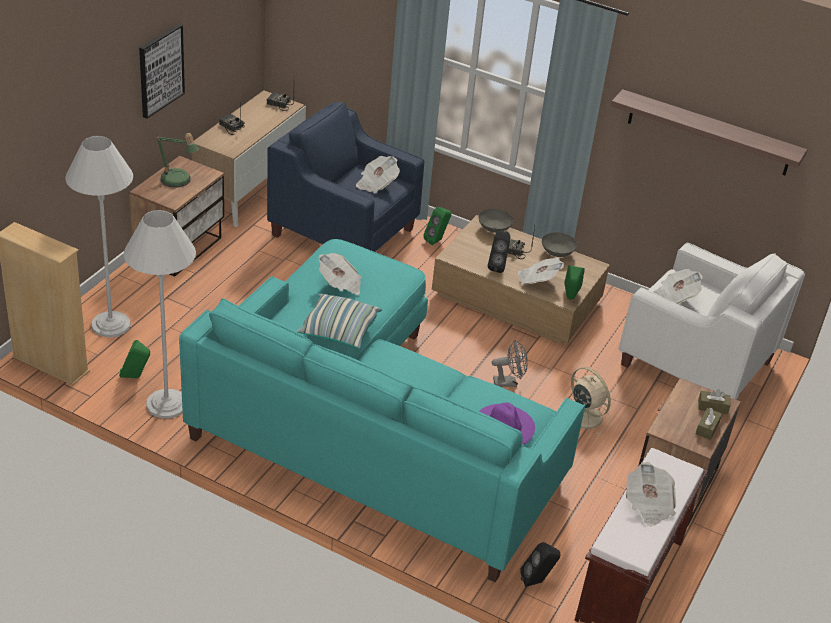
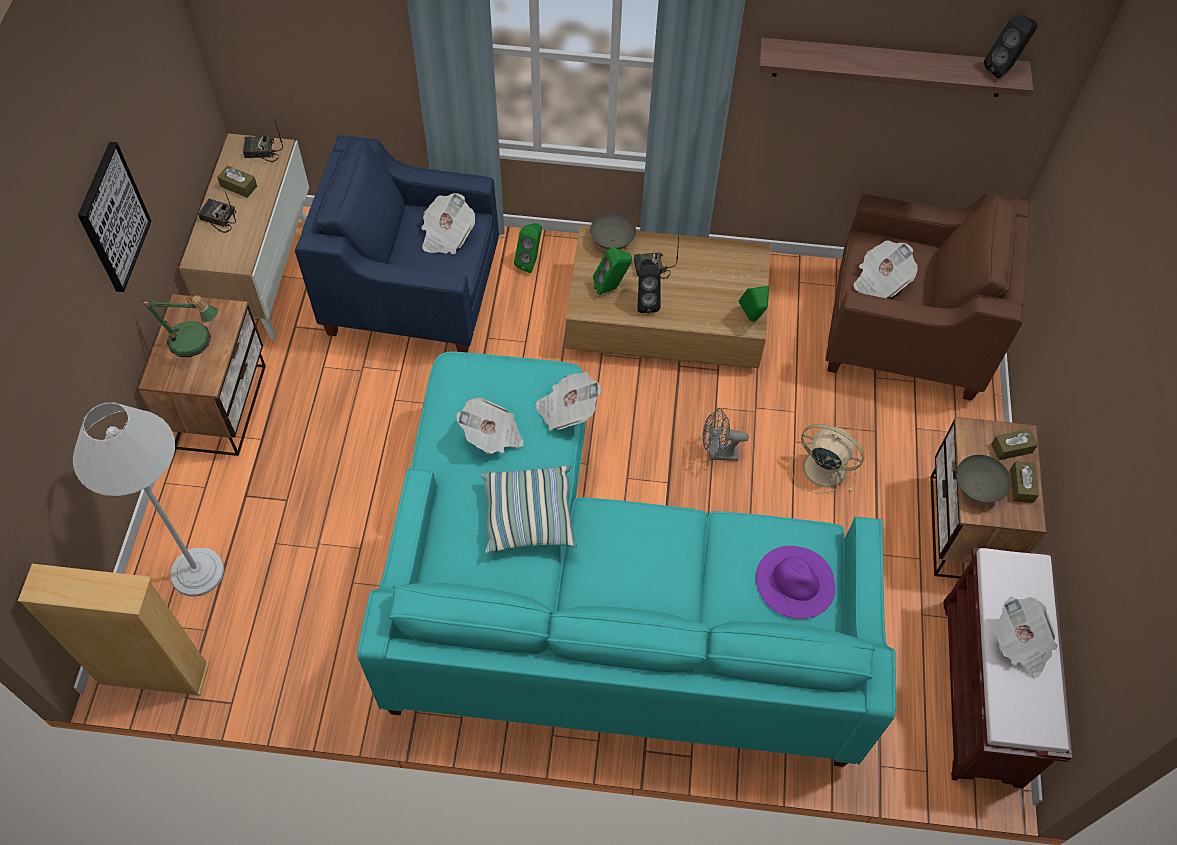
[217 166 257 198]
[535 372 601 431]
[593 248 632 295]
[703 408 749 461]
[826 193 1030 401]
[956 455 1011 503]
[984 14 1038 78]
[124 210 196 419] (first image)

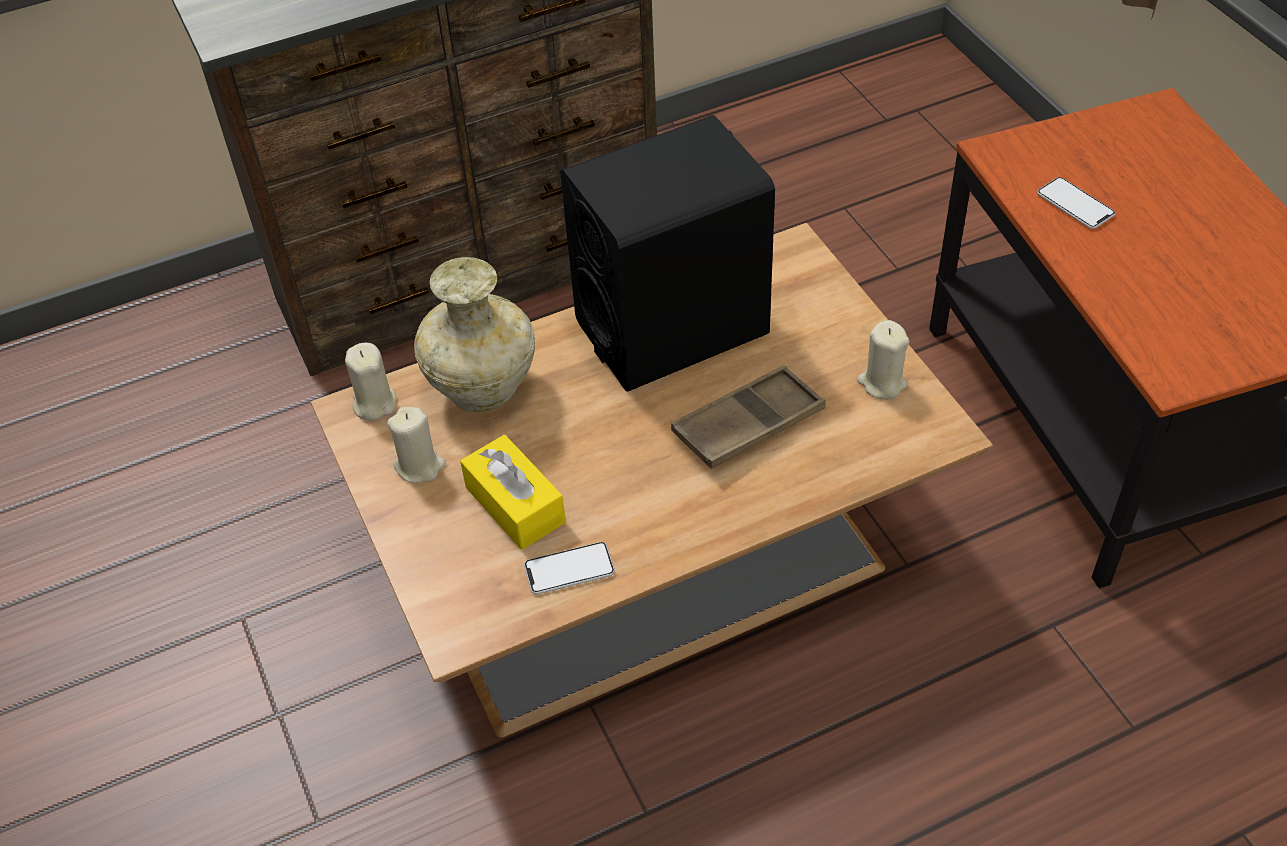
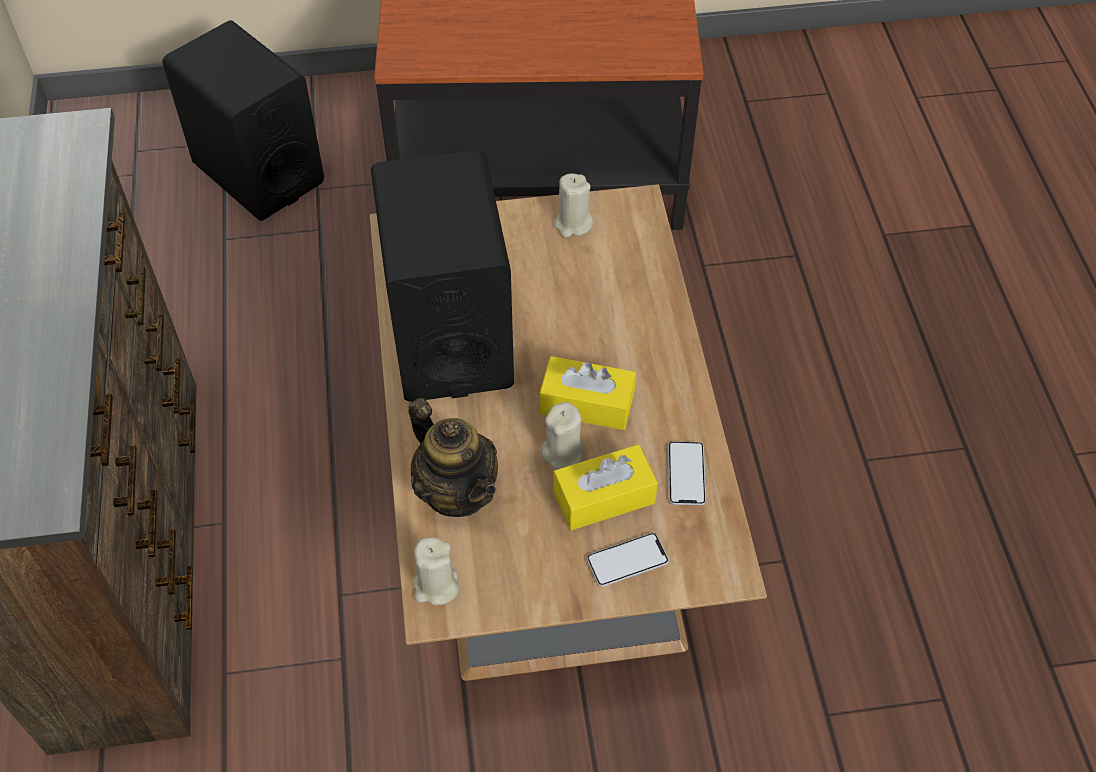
[162 20 324 221]
[408 398 498 517]
[540 356 636 430]
[540 402 584 470]
[586 533 669 587]
[671 366 826 469] (first image)

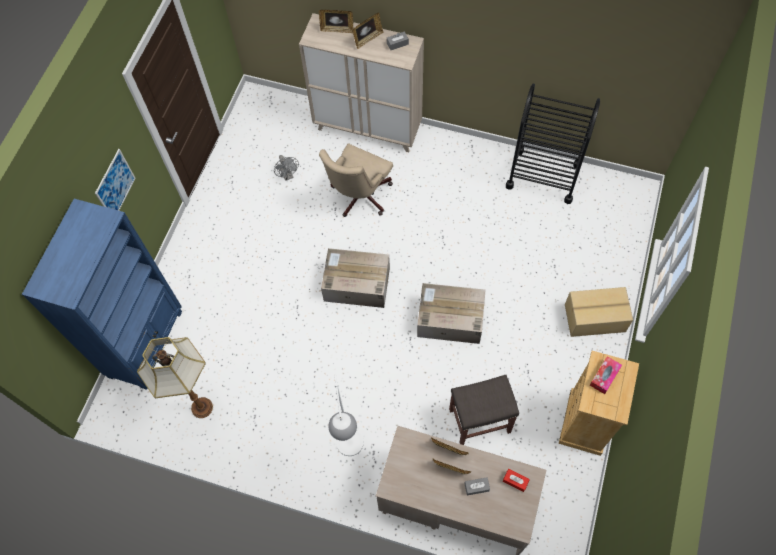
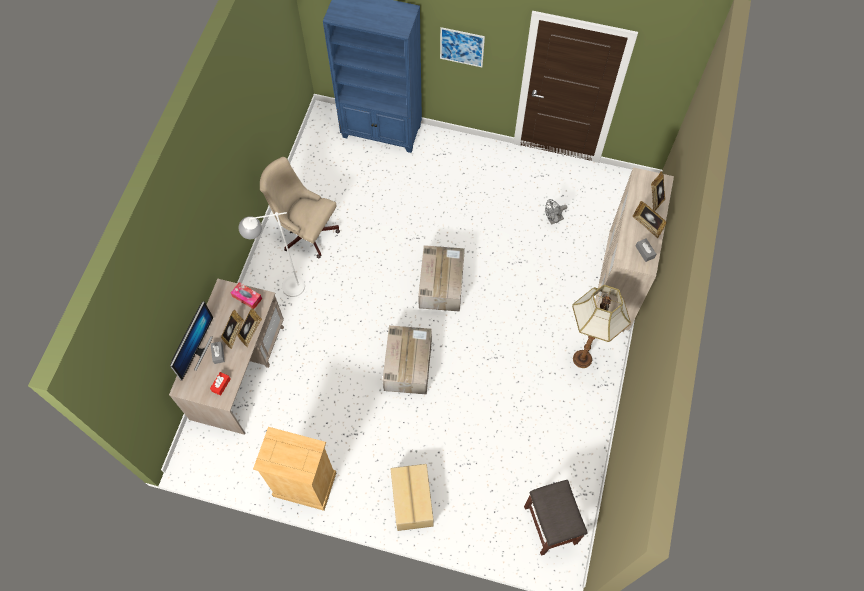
[170 301 213 380]
[231 282 262 309]
[260 157 340 258]
[524 480 588 556]
[572 285 631 368]
[506 83 600 204] (first image)

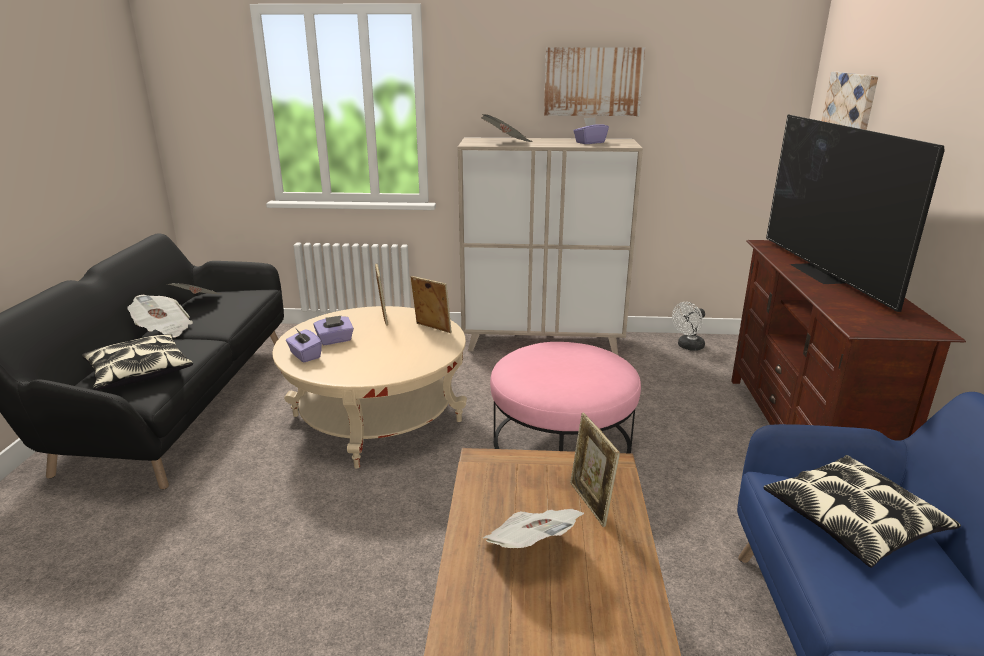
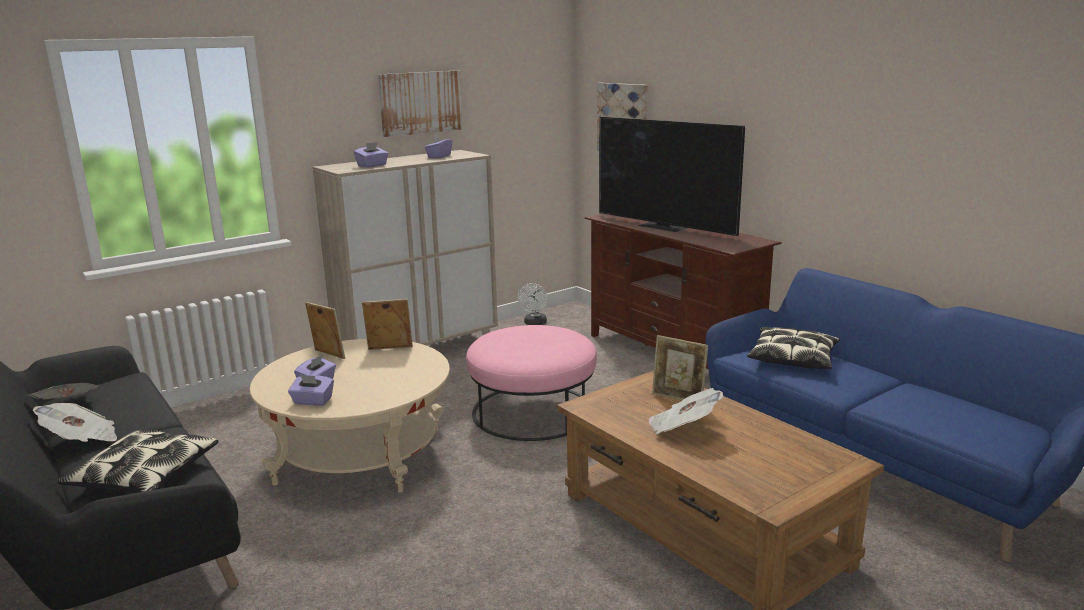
[354 142 389 168]

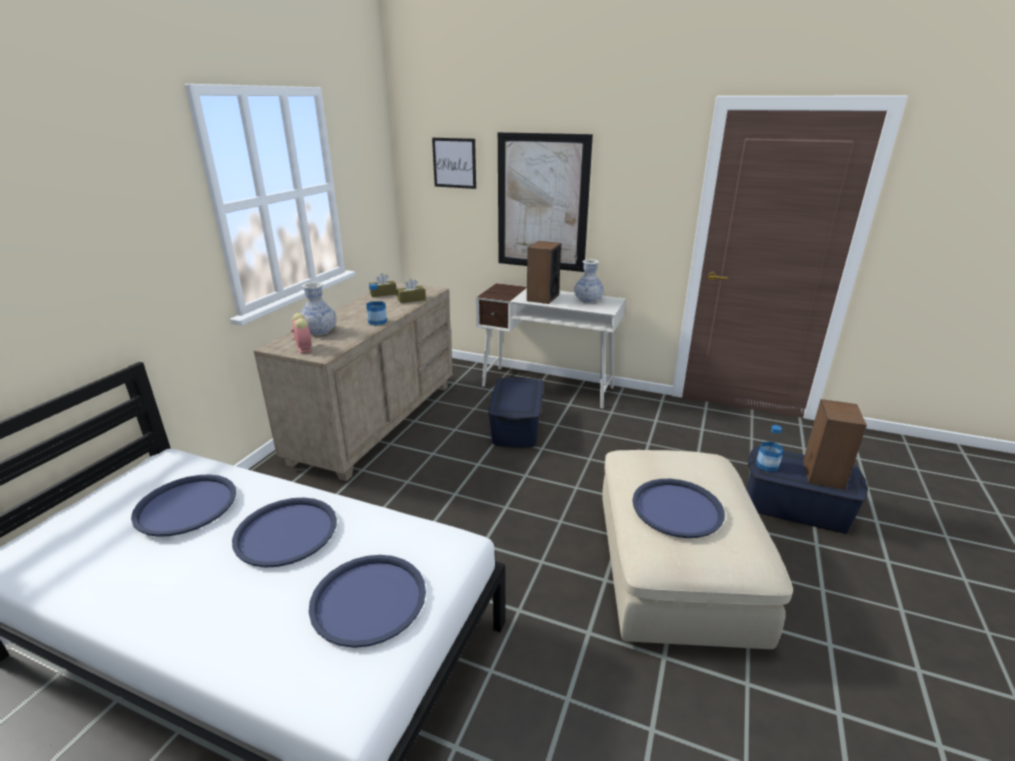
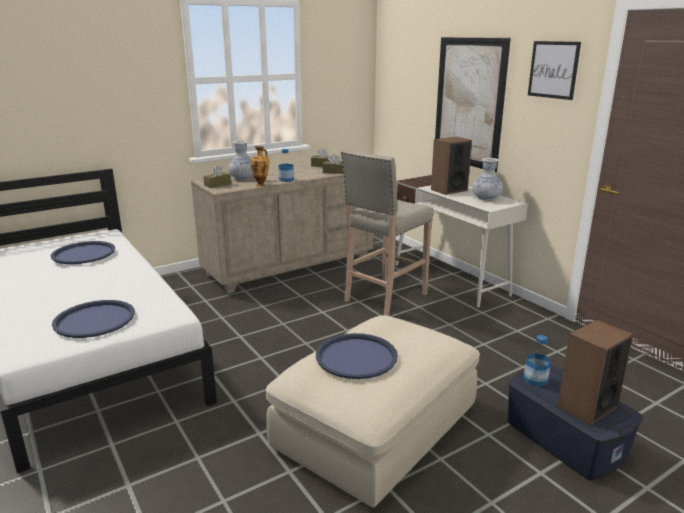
[203 165 231 188]
[251 146 269 187]
[341 149 433 316]
[528 41 581 100]
[232 498 337 568] (first image)

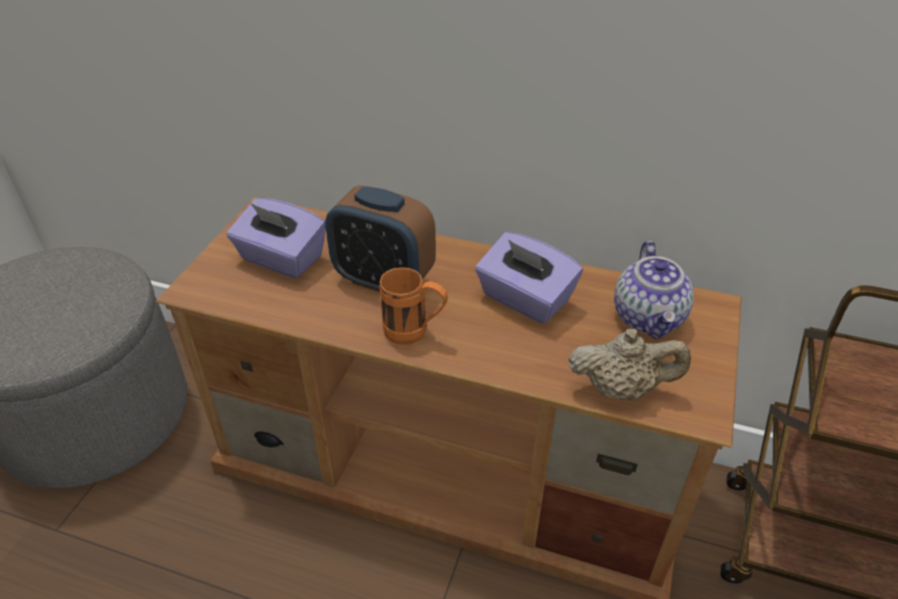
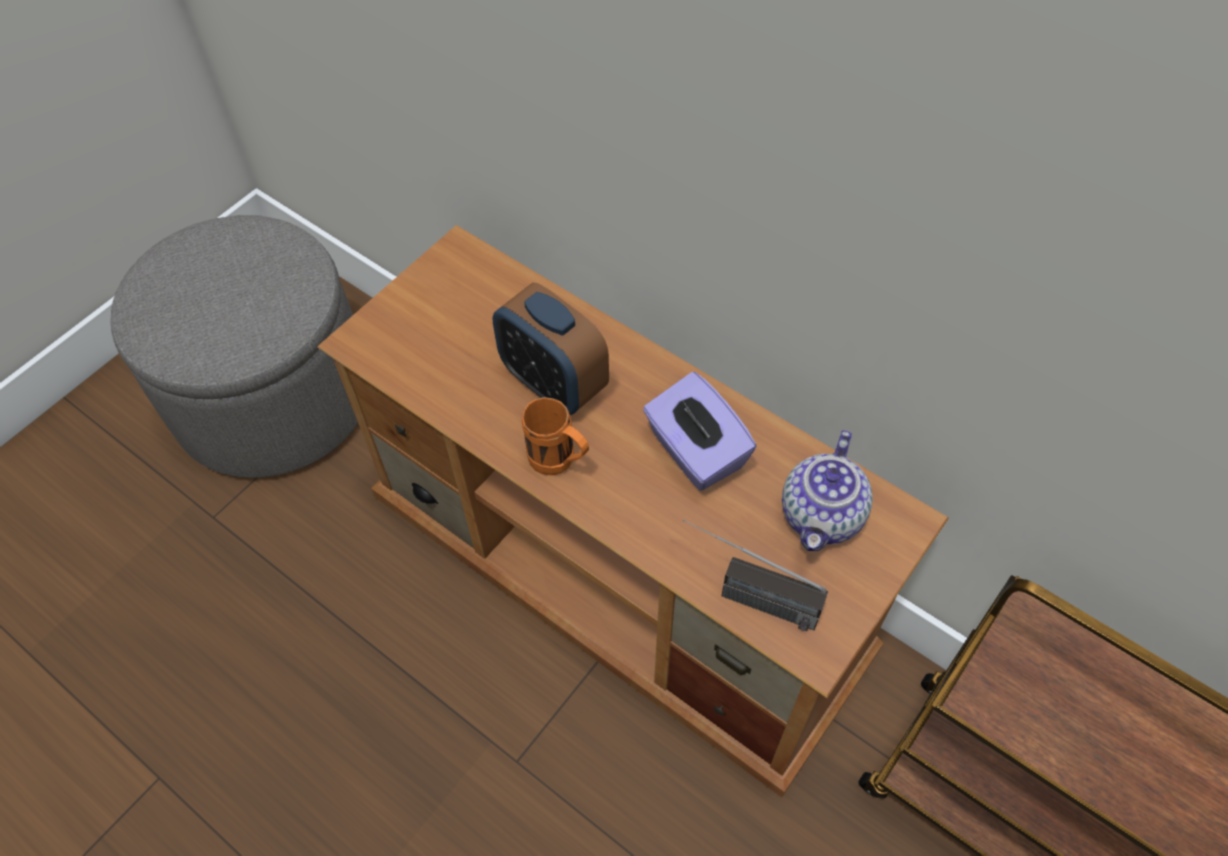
[683 520 828 631]
[227 198 326 278] (first image)

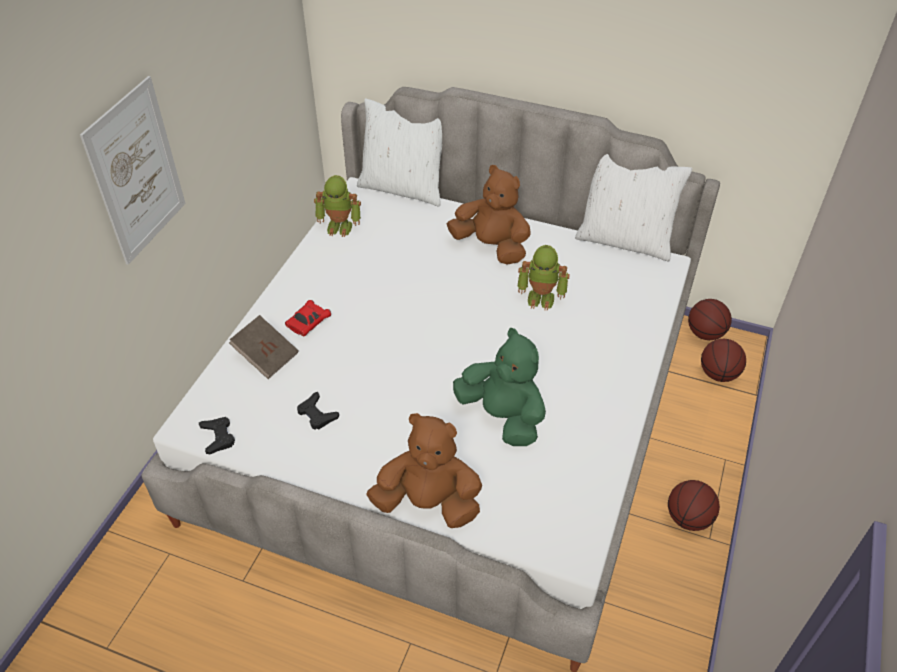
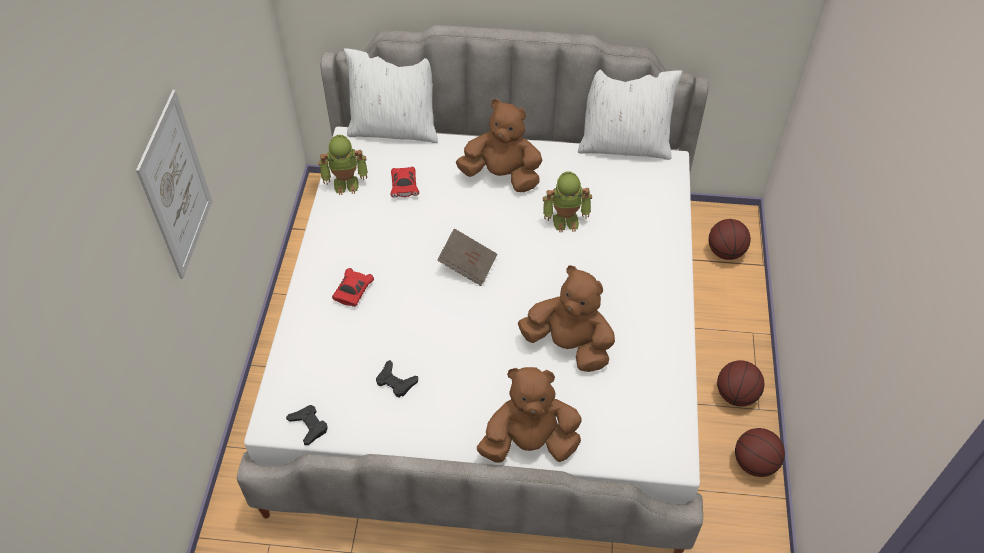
[390 167 419 198]
[437 229 497 286]
[518 266 615 372]
[735 428 785 477]

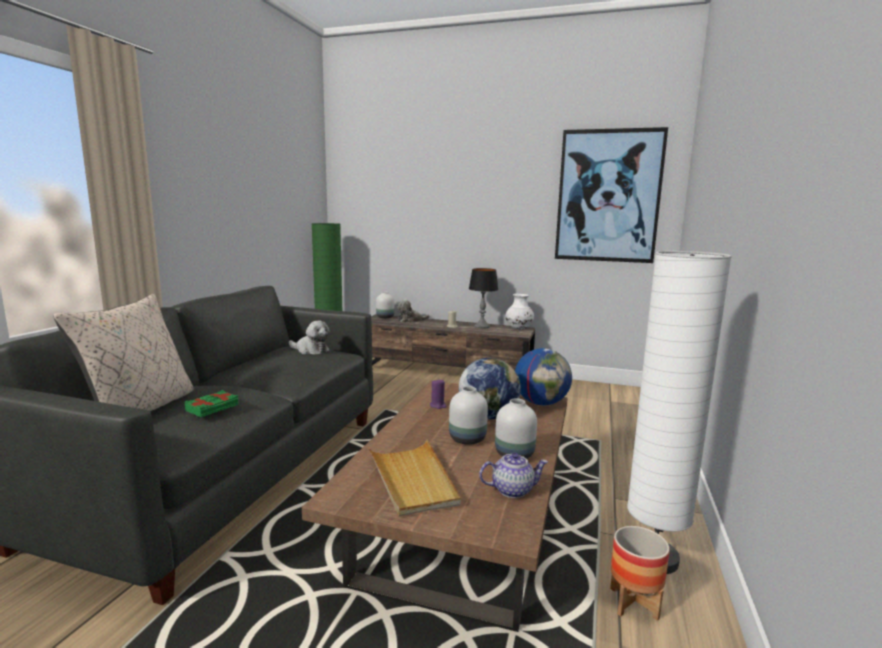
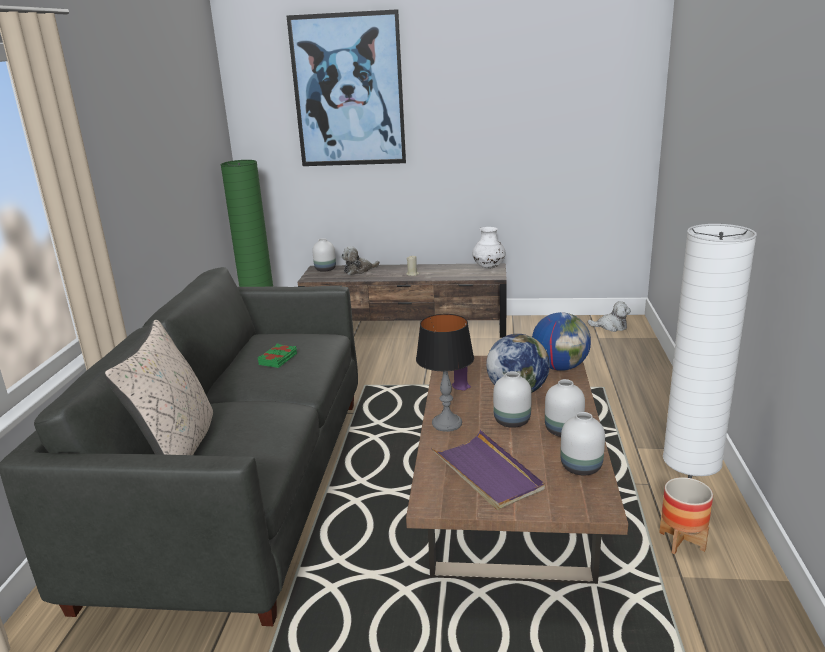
[258 344 297 368]
[287 9 406 166]
[416 314 474 432]
[431 430 545 510]
[560 412 605 476]
[588 301 631 332]

